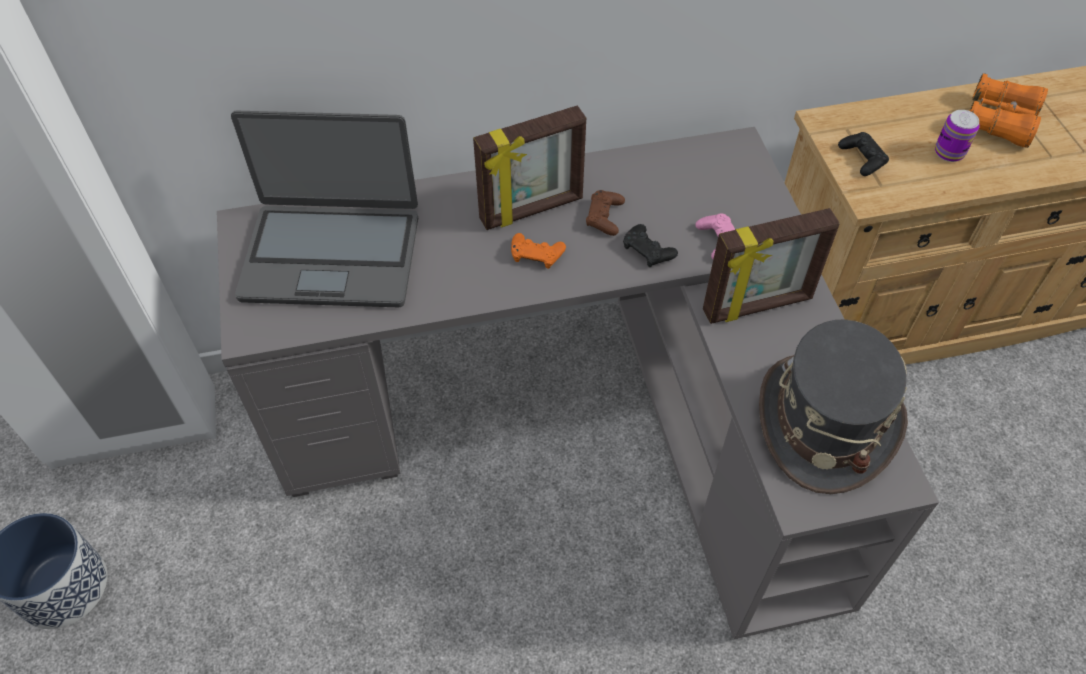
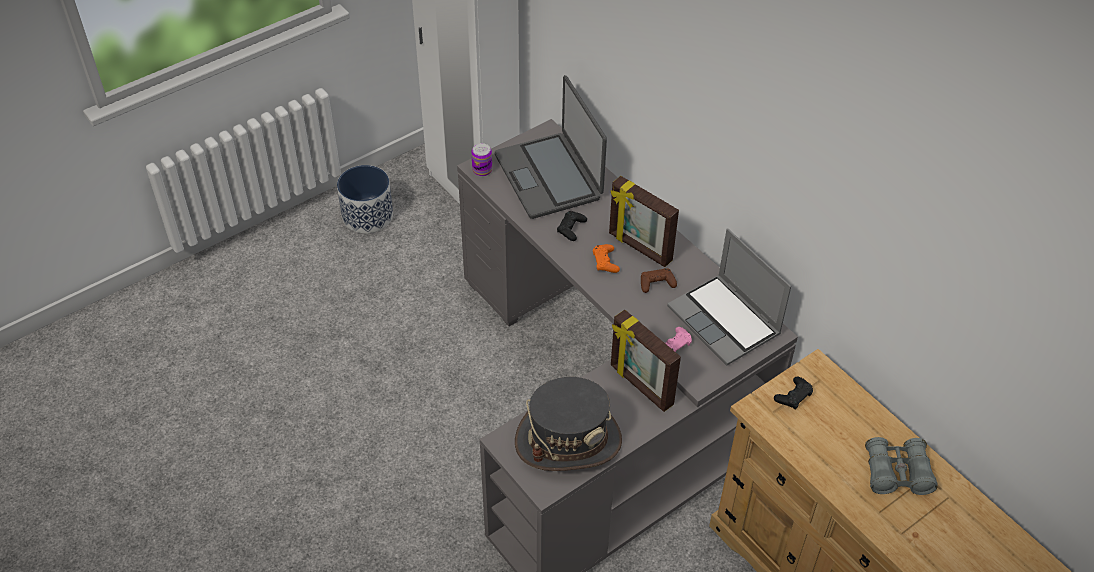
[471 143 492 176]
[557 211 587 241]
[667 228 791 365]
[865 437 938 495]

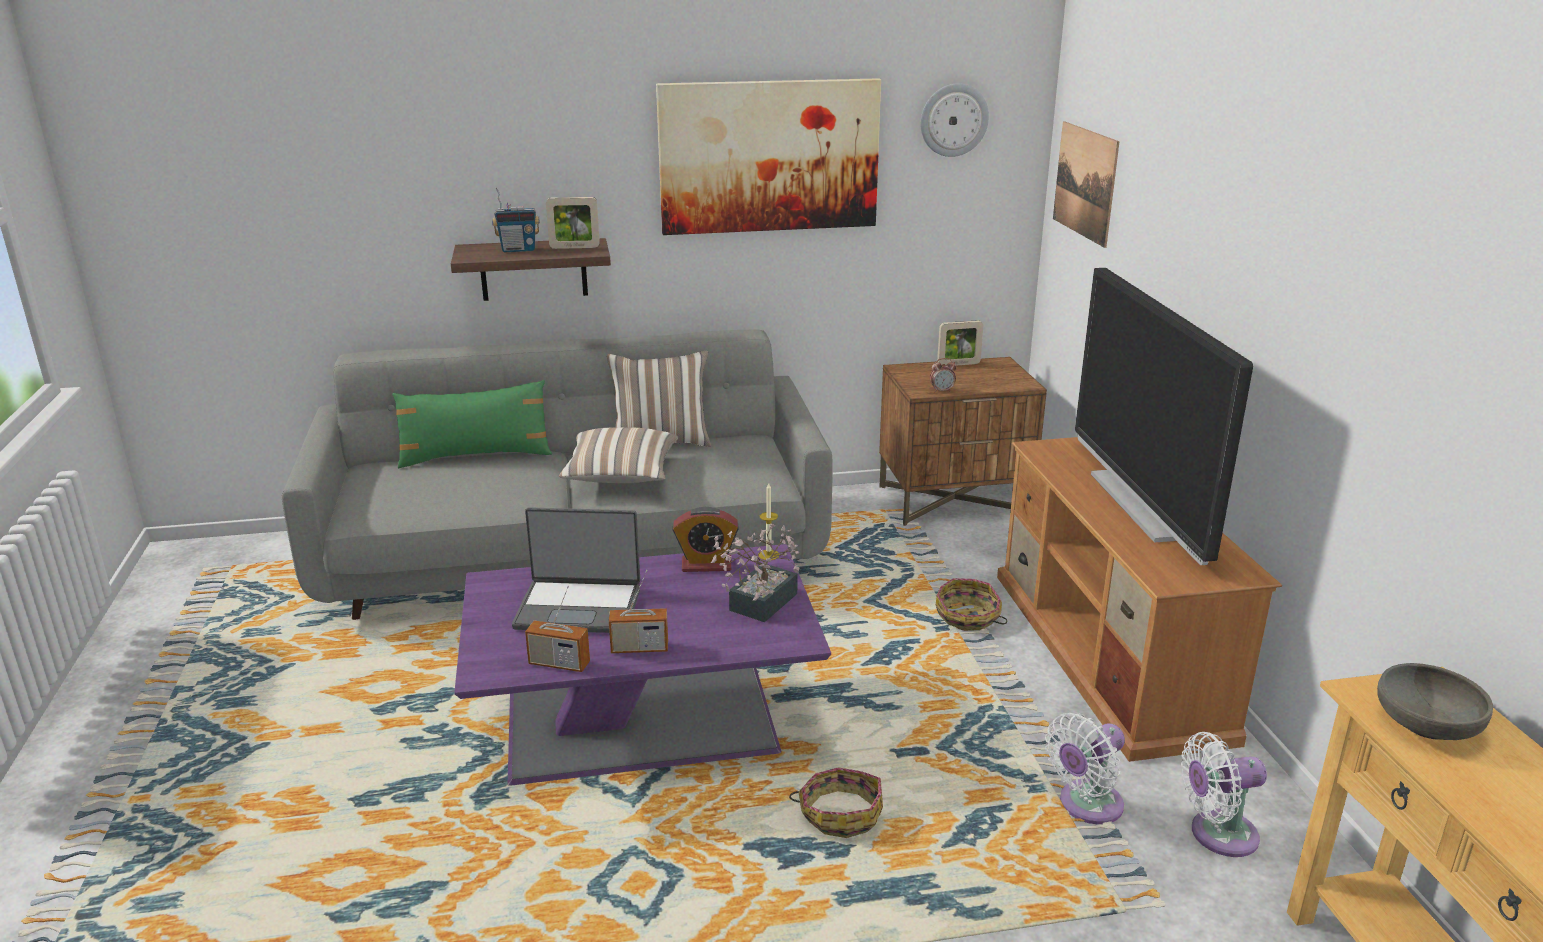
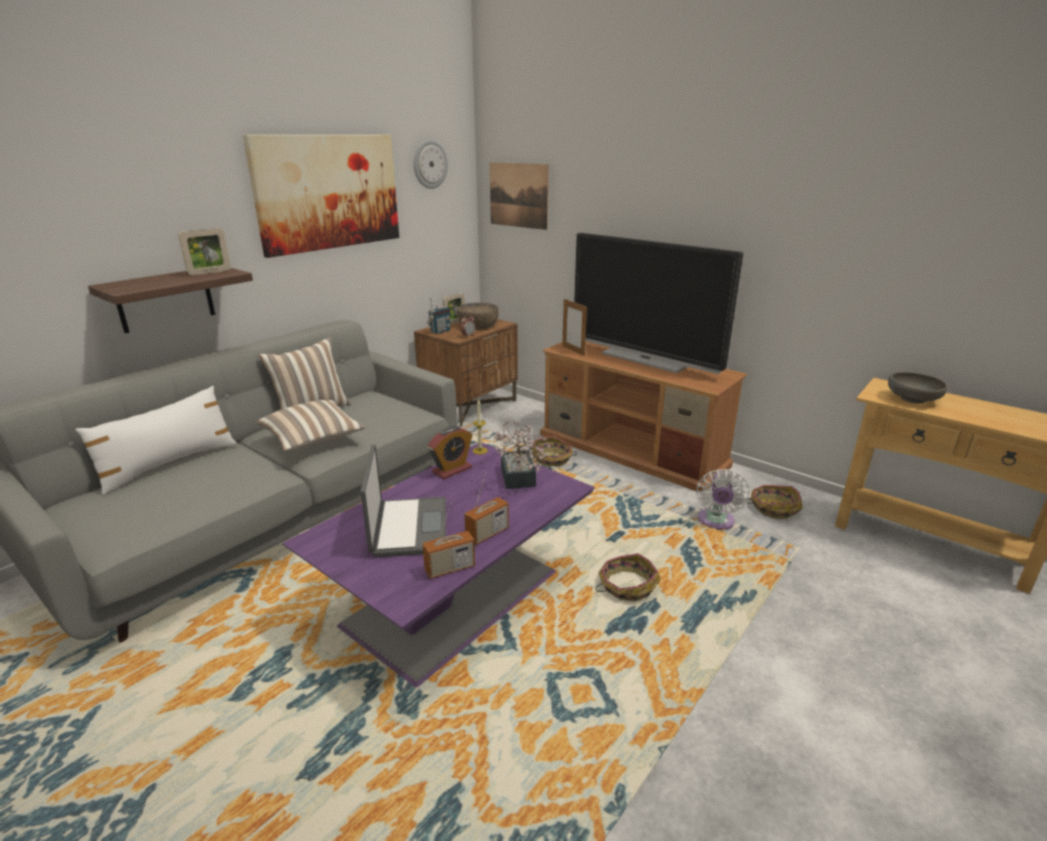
[75 386 237 495]
[360 445 446 558]
[427 297 451 334]
[457 303 499 330]
[562 299 587 356]
[744 485 803 519]

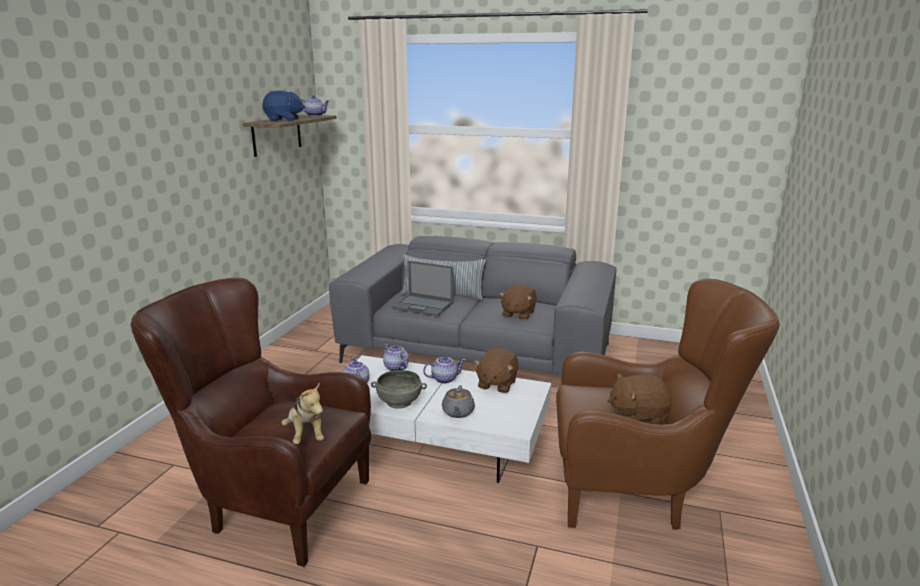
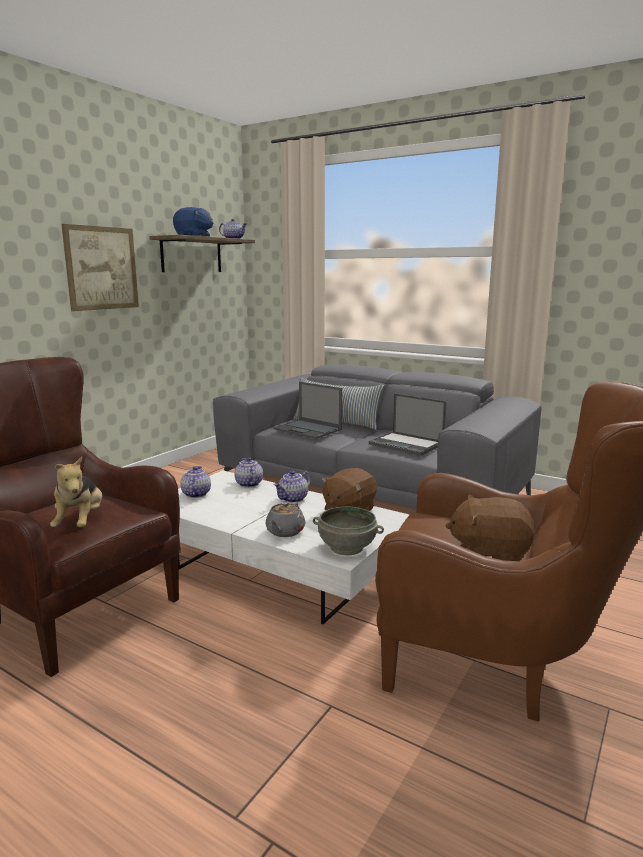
[62 224 139 311]
[274 471 311 503]
[313 506 384 555]
[368 393 447 456]

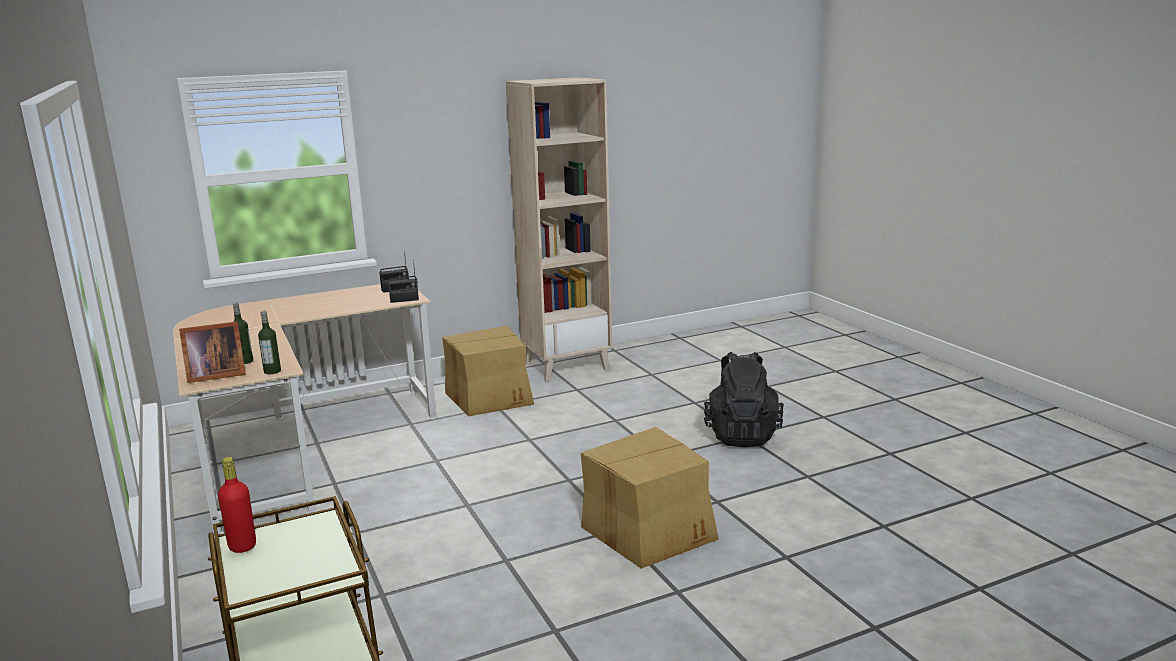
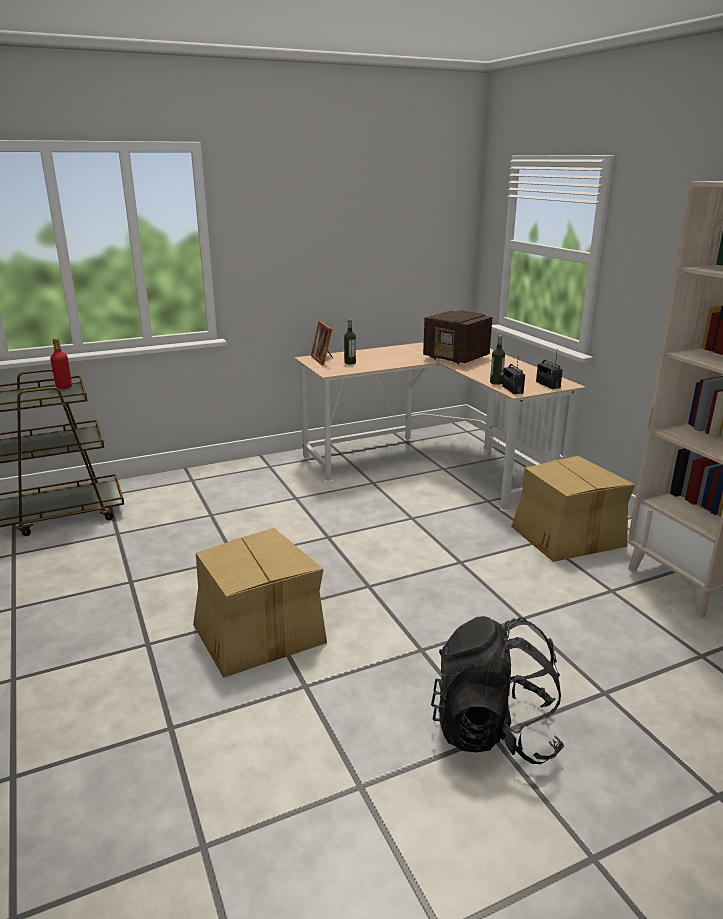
[423 310 492 364]
[490 335 505 385]

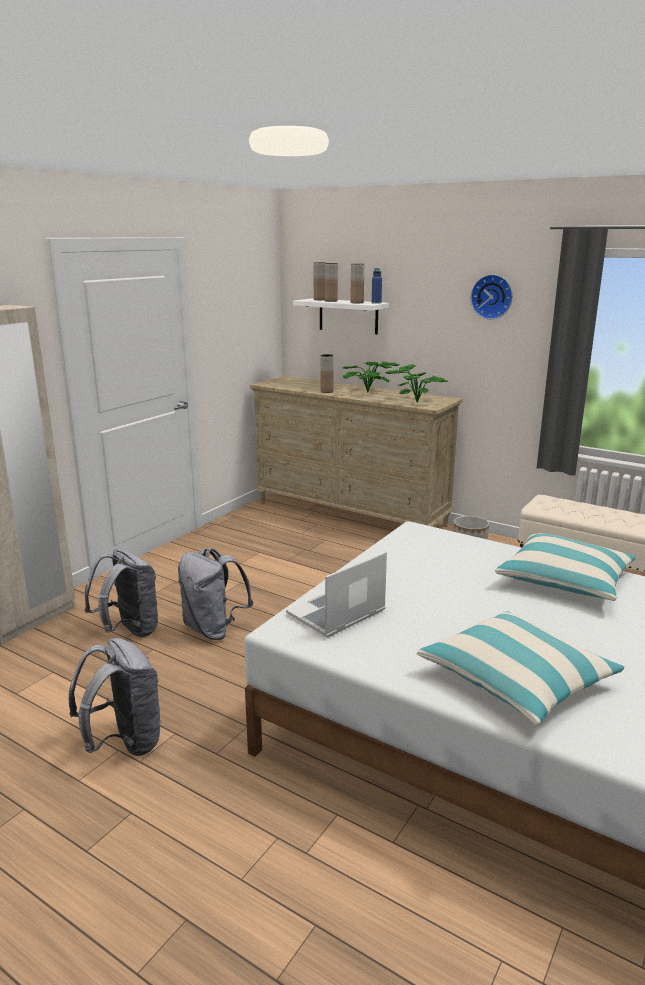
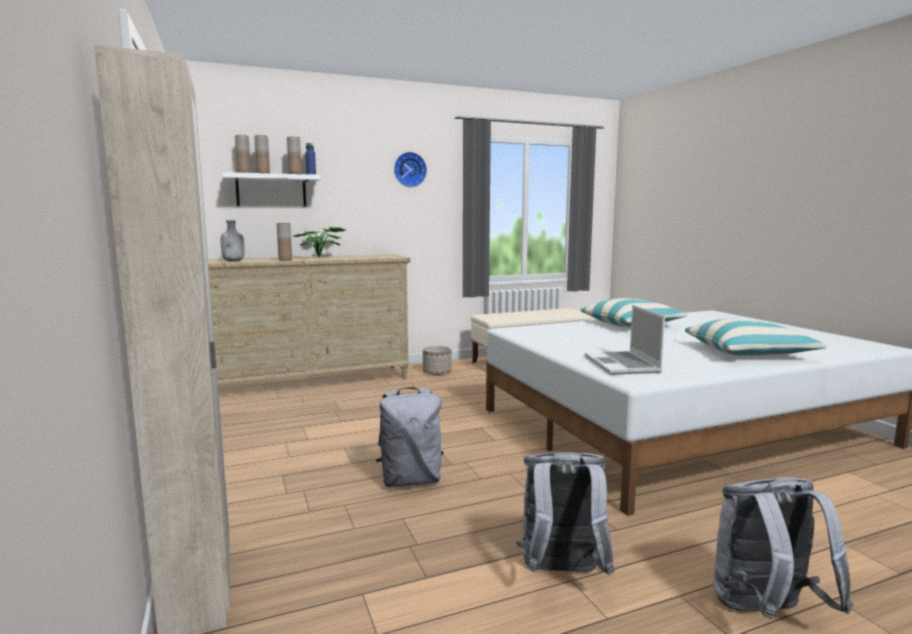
[221 220 244 262]
[713 477 853 620]
[385 364 448 403] (first image)

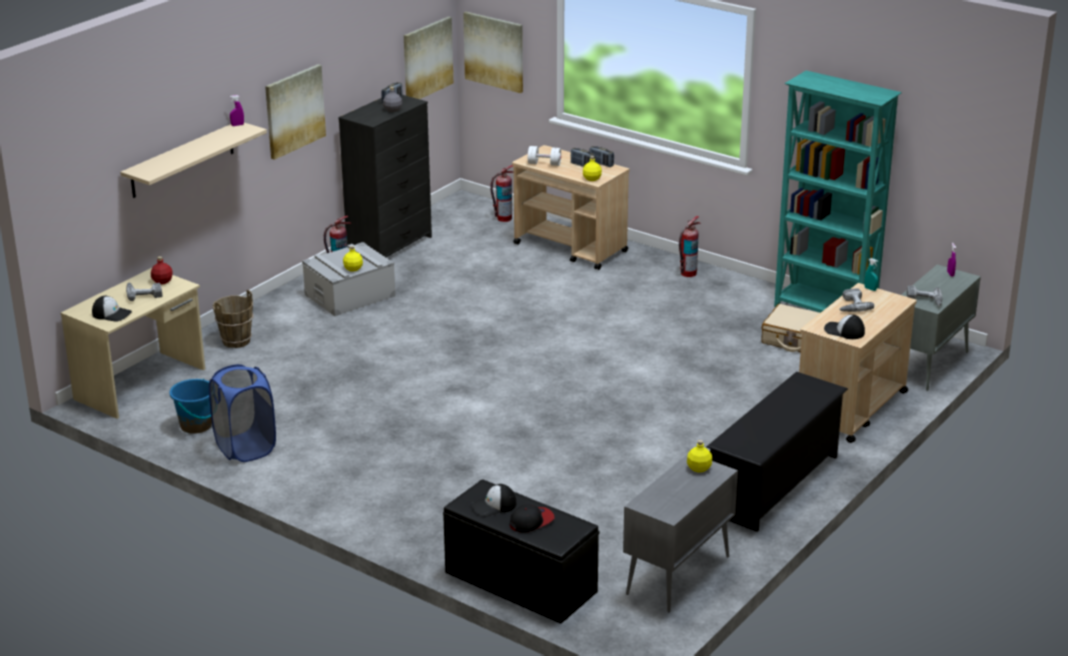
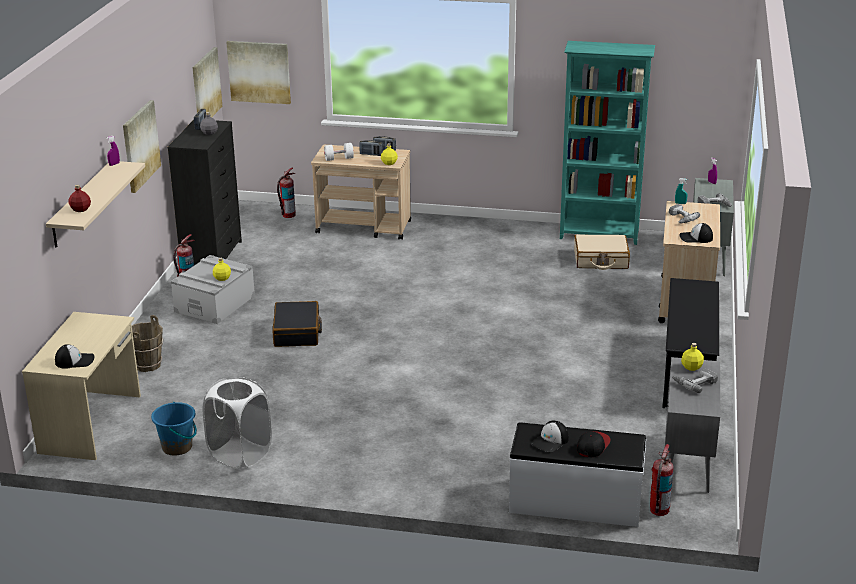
[69 184 91 212]
[202 377 272 469]
[272 301 322 347]
[509 422 646 527]
[650 444 674 516]
[672 369 718 393]

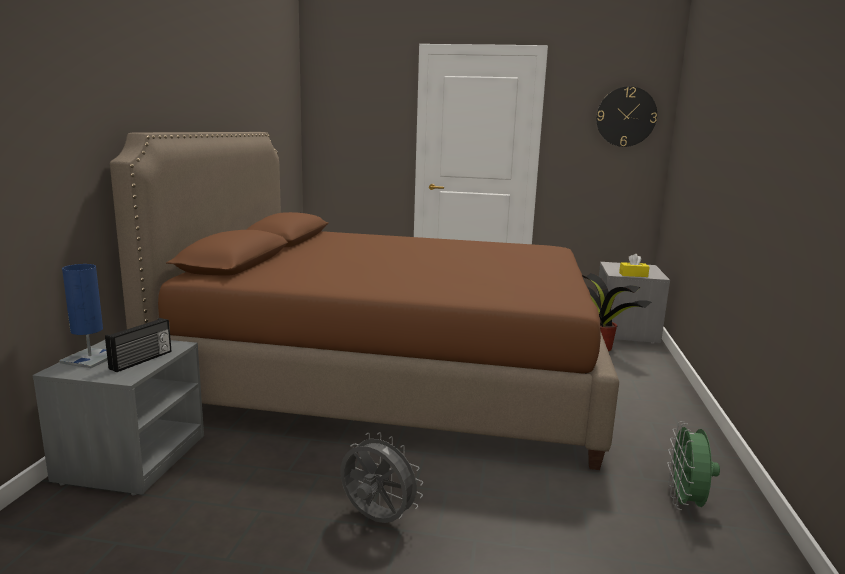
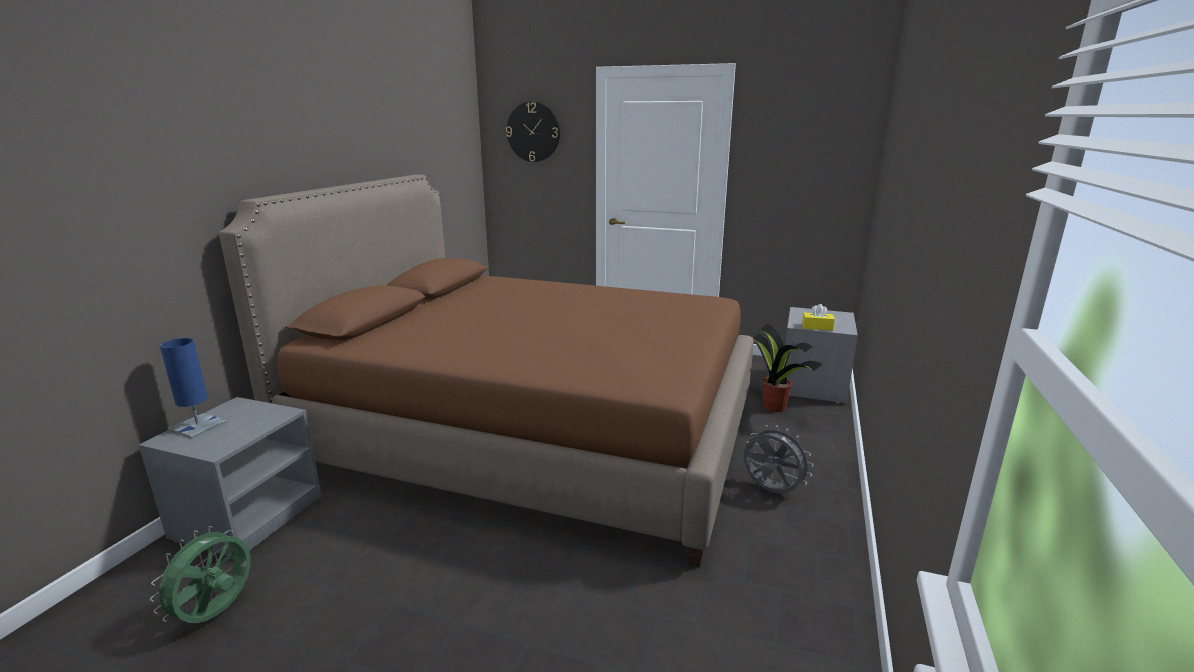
[150 526 251 623]
[506 102 560 162]
[743 425 814 493]
[105 318 171 372] (first image)

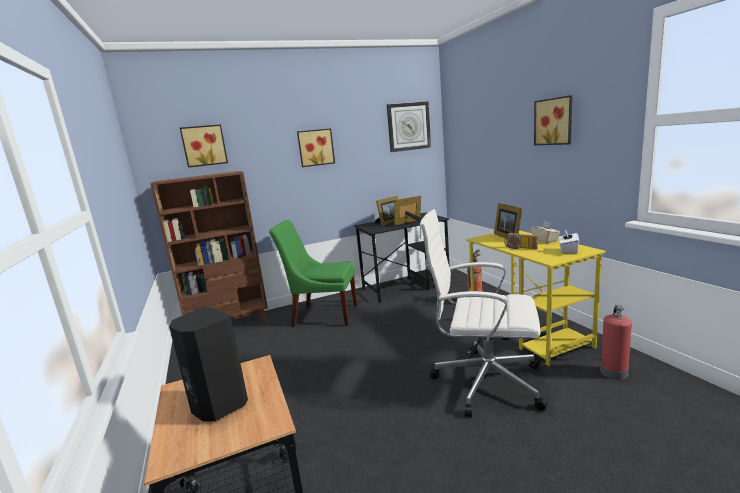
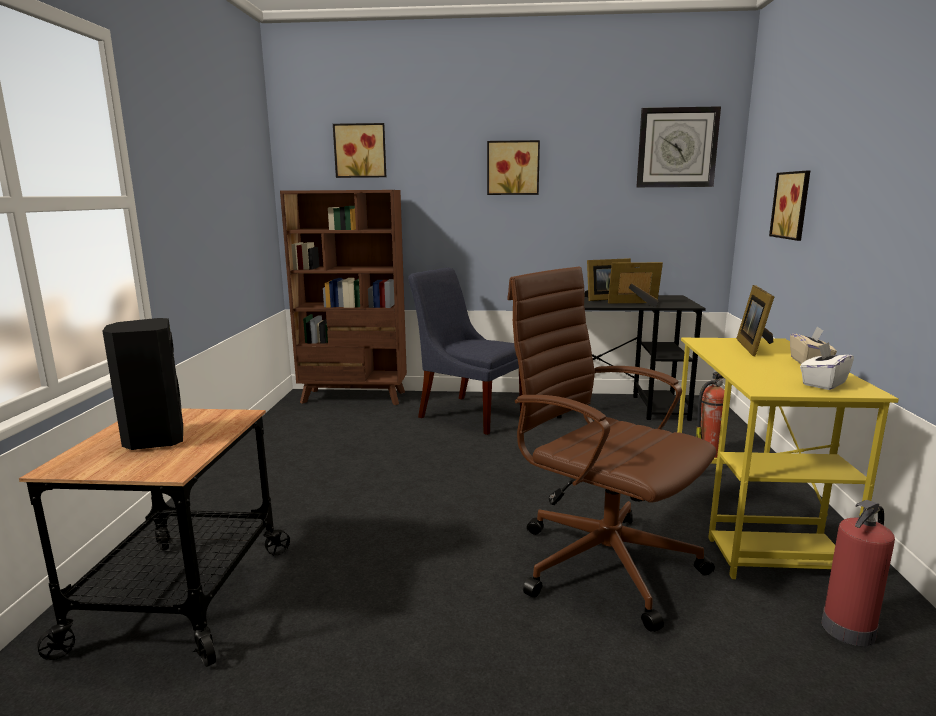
[408 268 522 435]
[507 266 717 632]
[769 171 810 241]
[504 233 538 249] (first image)

